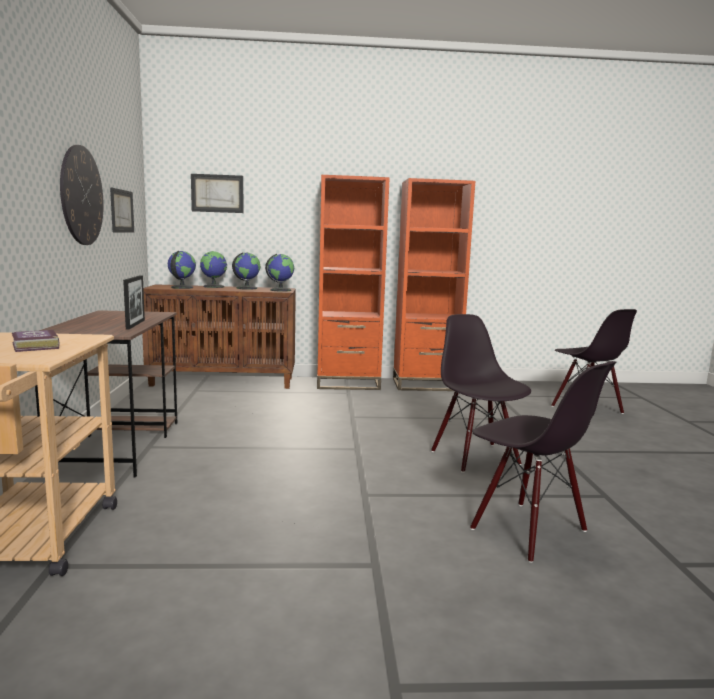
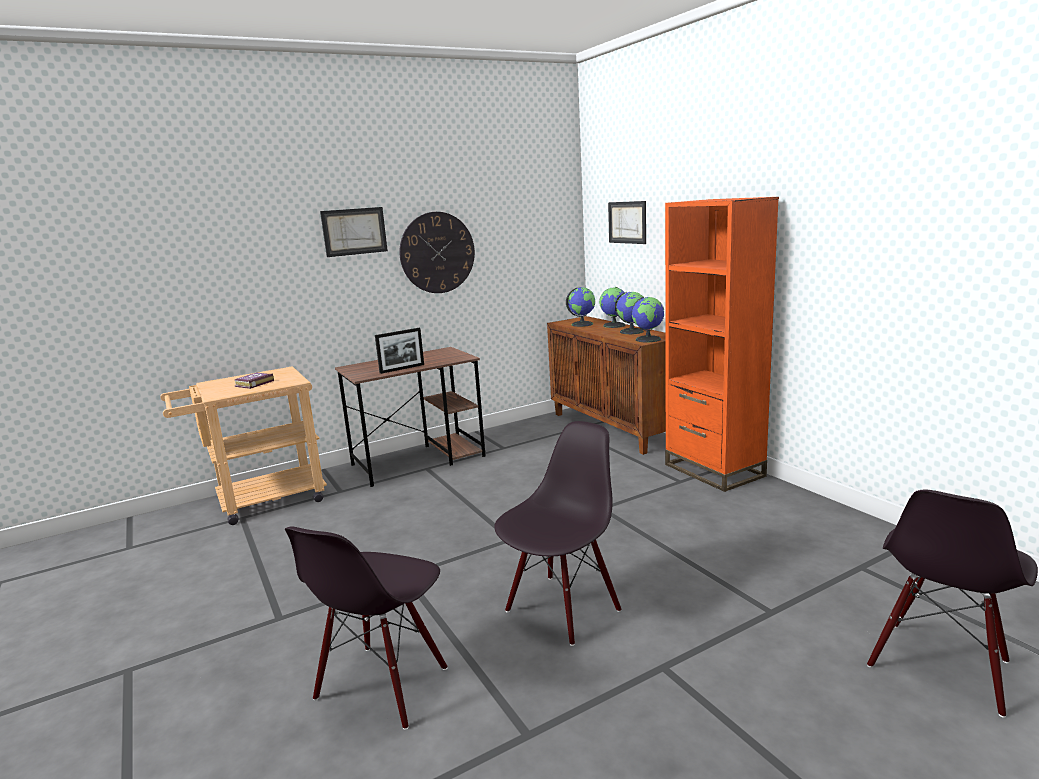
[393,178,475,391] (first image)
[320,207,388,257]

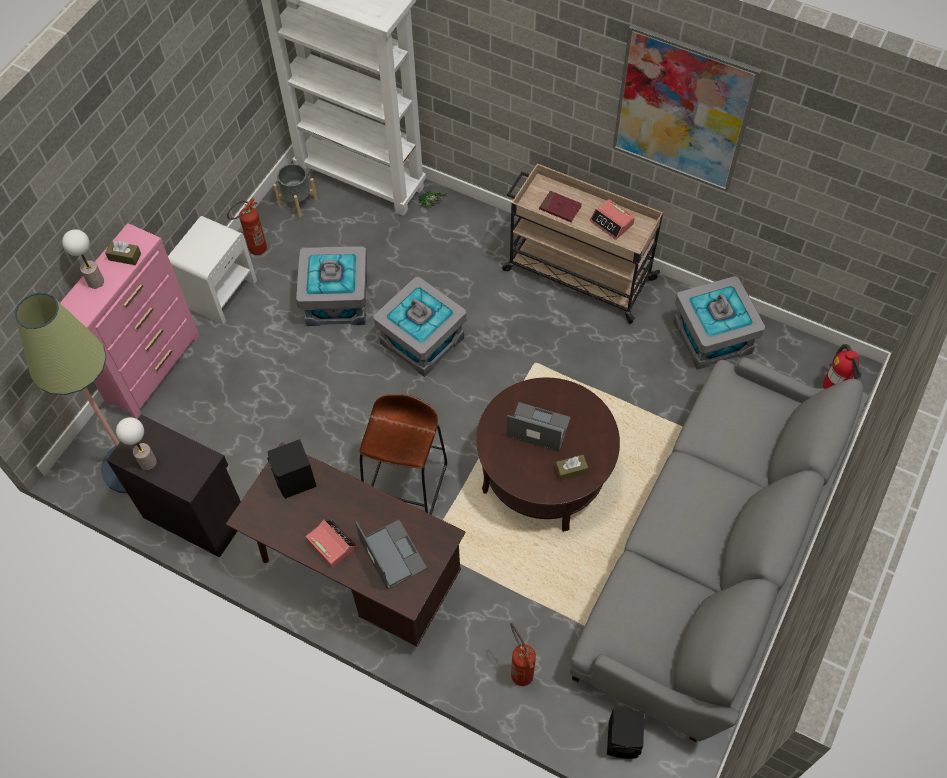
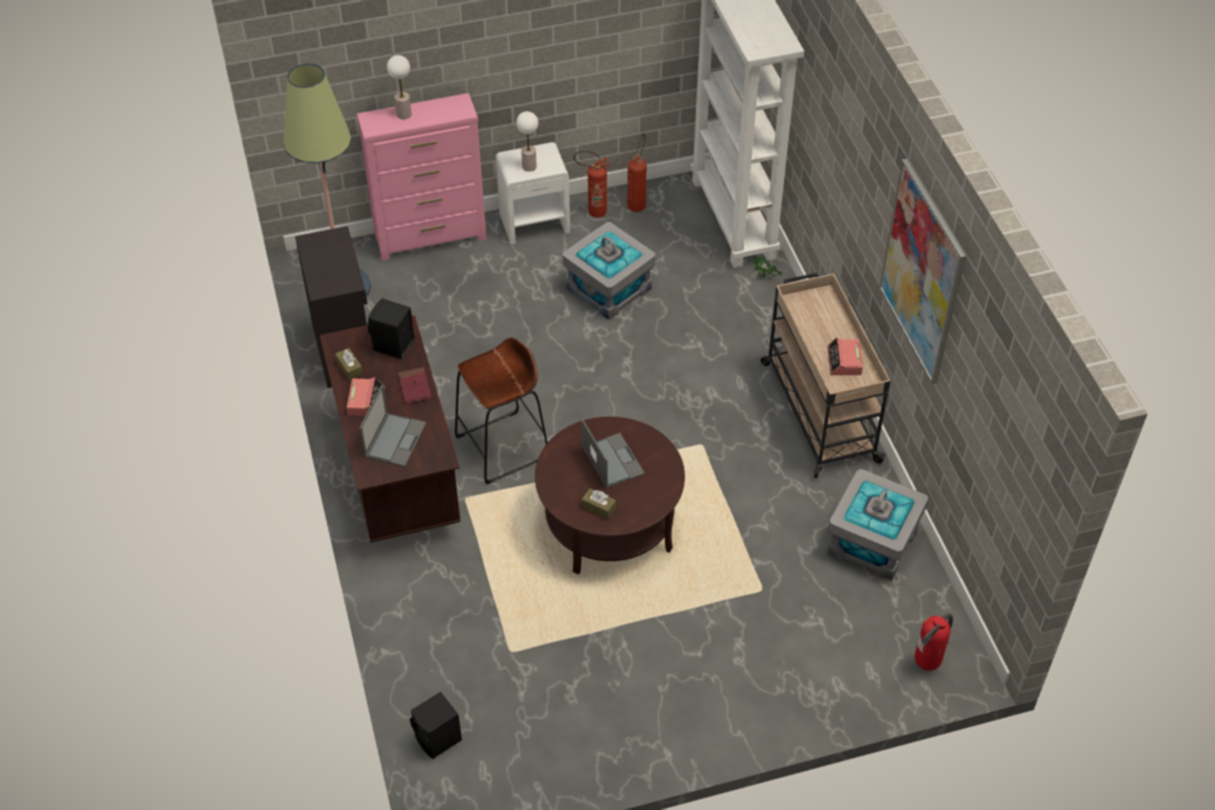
[273,164,317,217] (first image)
[398,367,431,404]
[335,348,363,381]
[374,277,466,377] (first image)
[570,357,869,742] (first image)
[516,111,538,172]
[627,133,647,212]

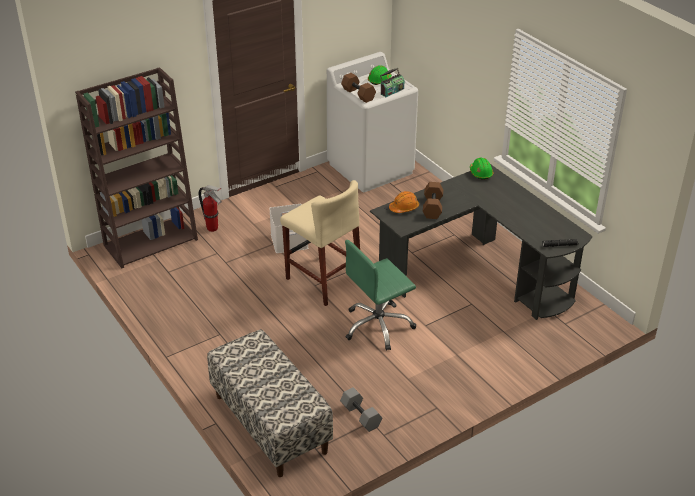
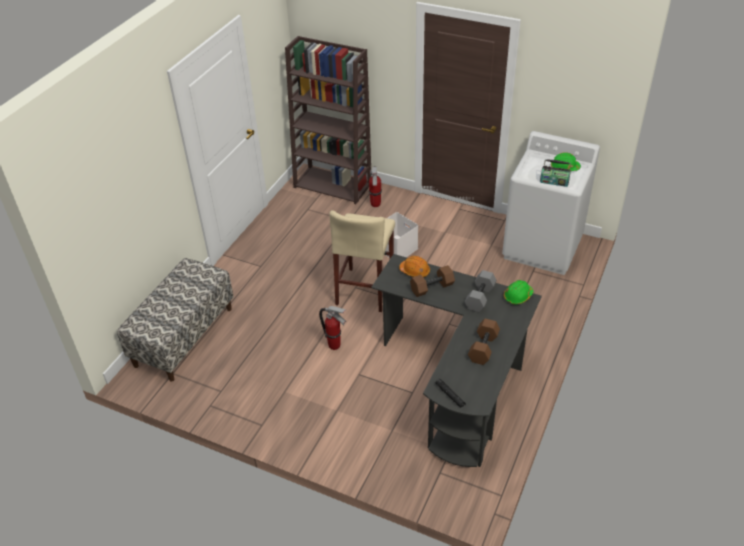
[468,319,500,365]
[319,306,346,350]
[465,270,497,312]

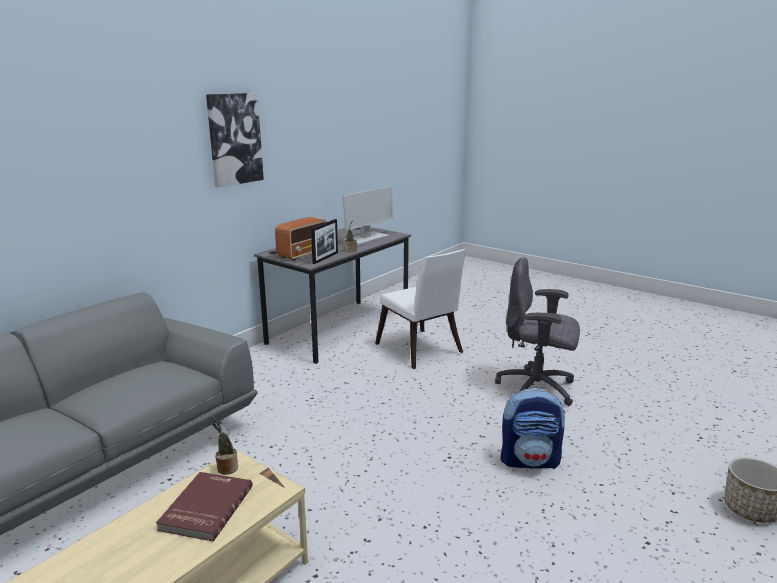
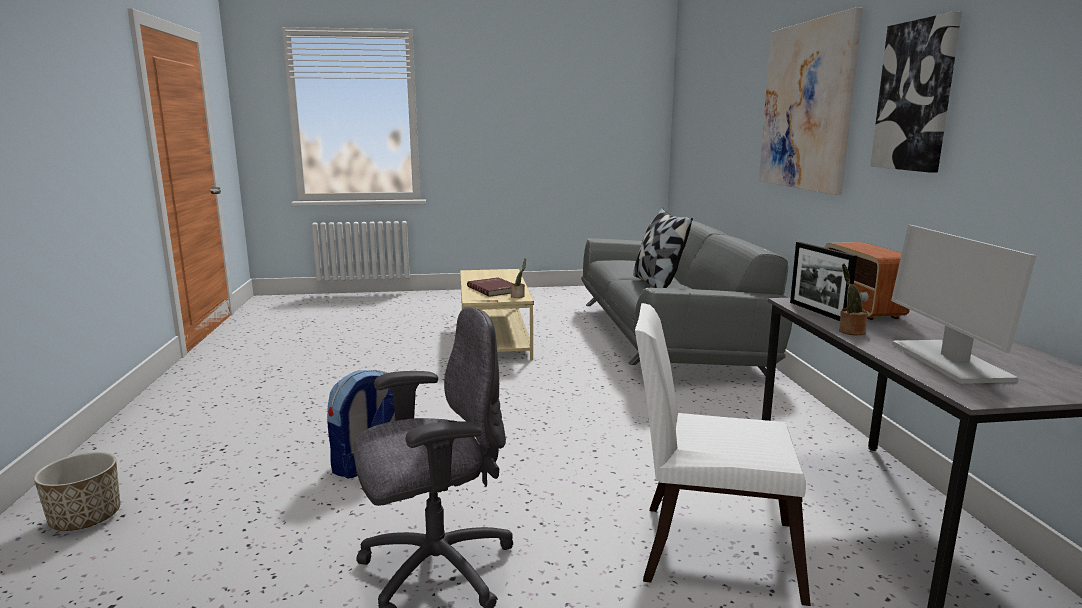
[759,7,863,195]
[633,207,693,288]

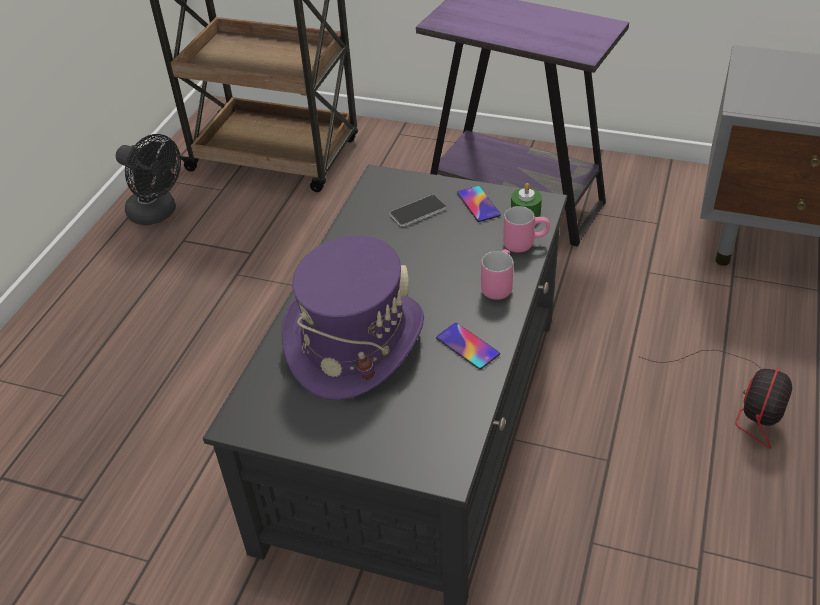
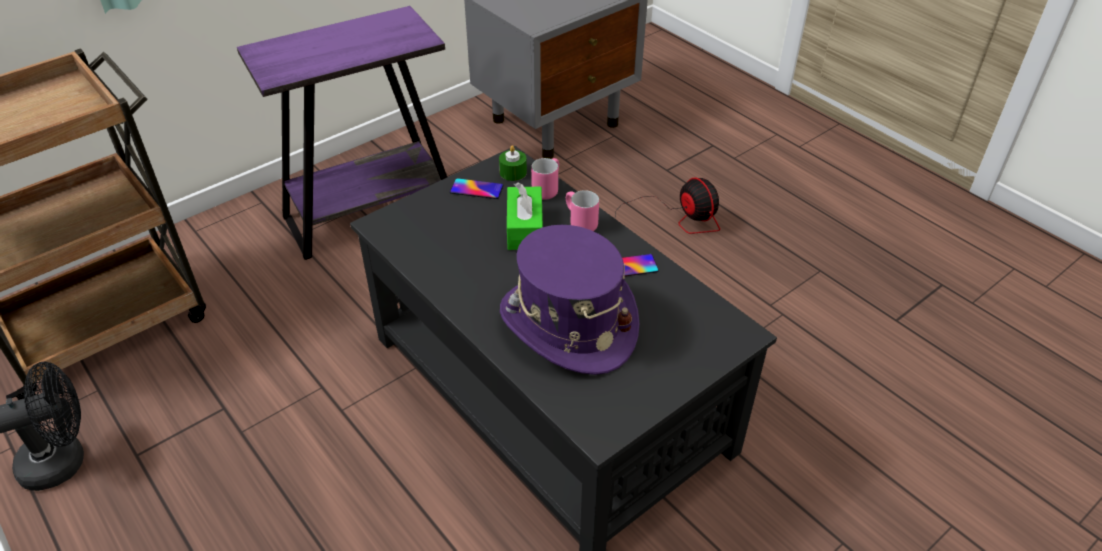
[390,195,447,227] (first image)
[507,182,543,250]

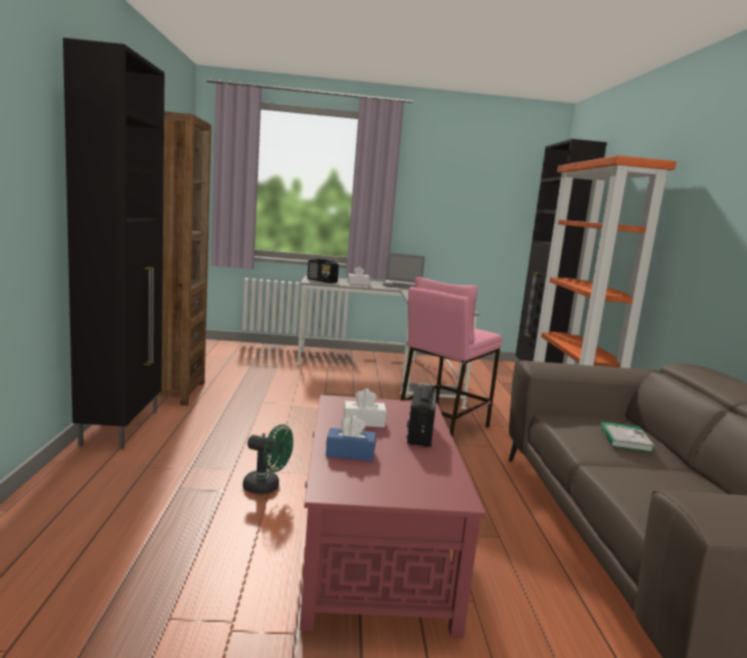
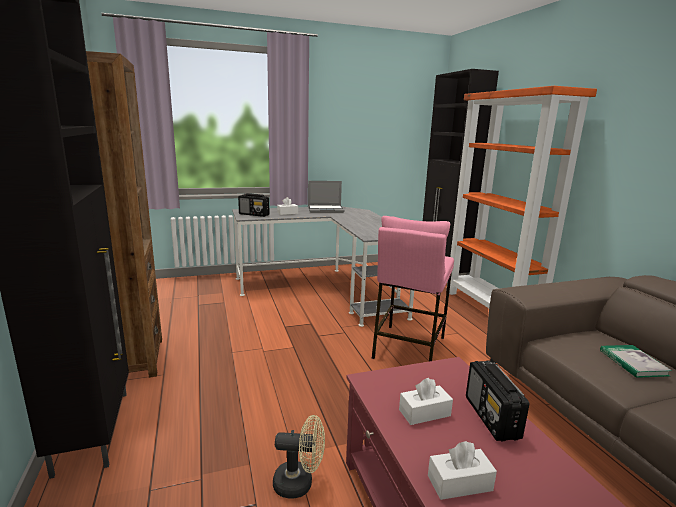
[428,441,497,500]
[273,415,325,499]

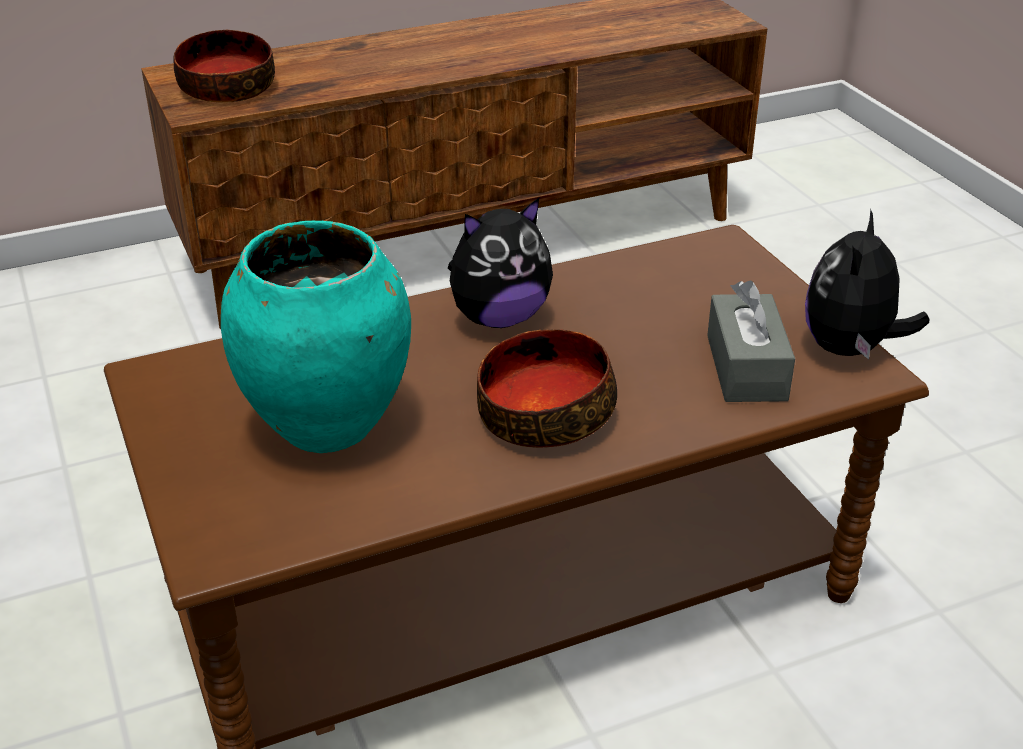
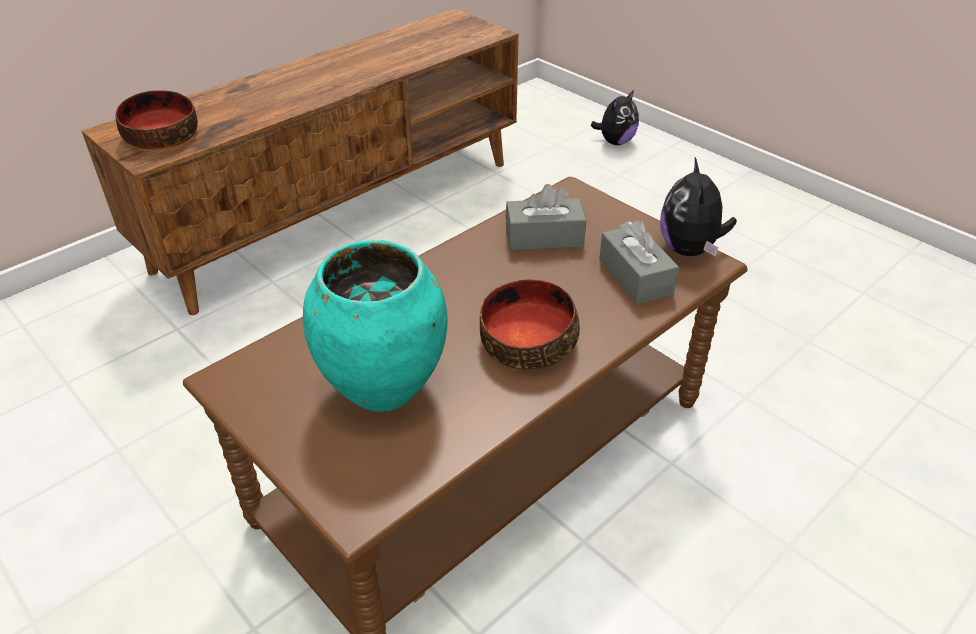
[591,90,639,145]
[505,184,586,250]

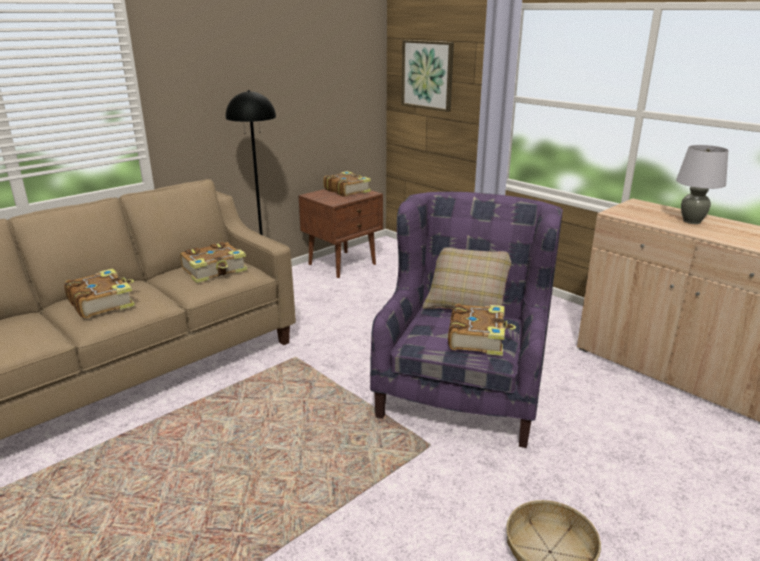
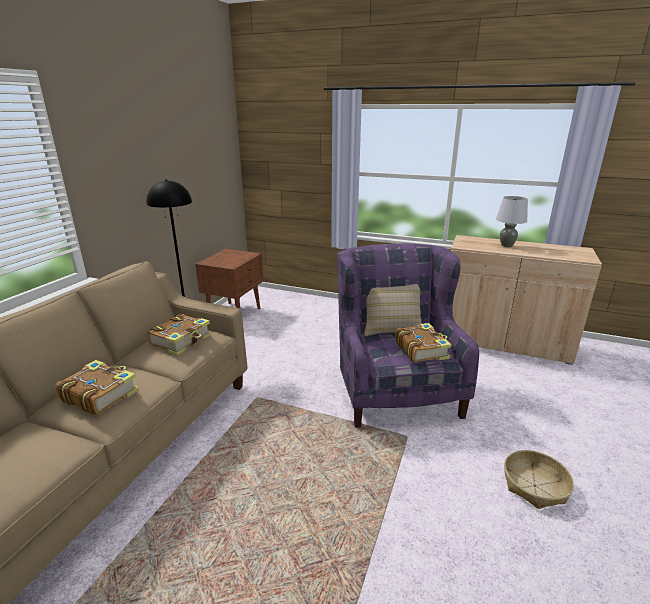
[402,40,454,112] (first image)
[323,171,371,197] (first image)

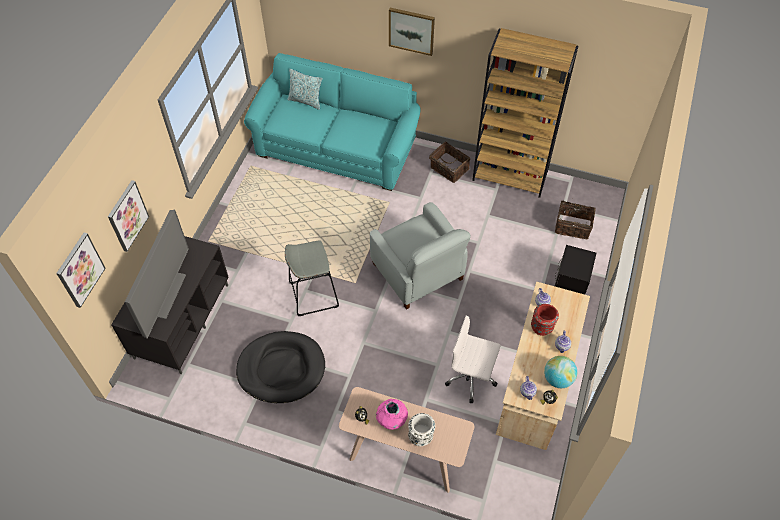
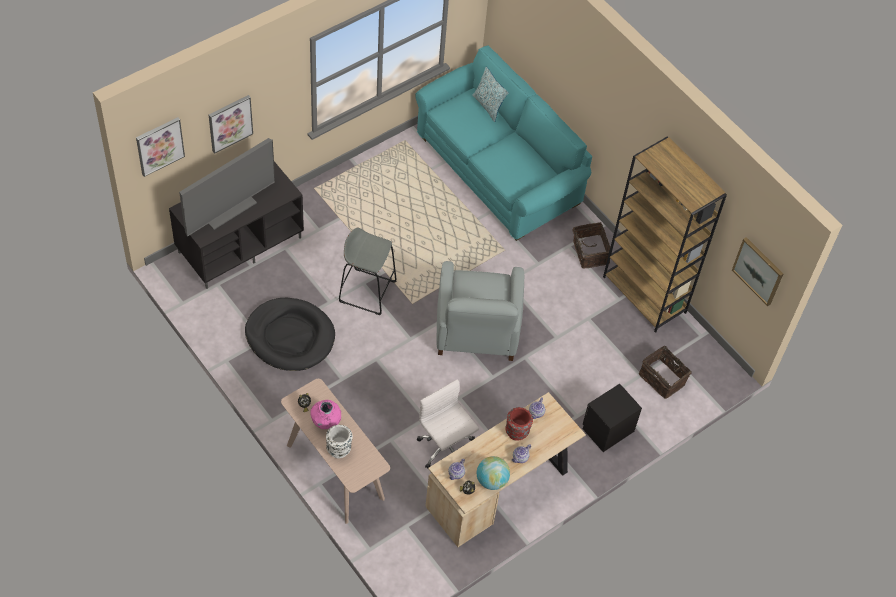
[732,237,783,306]

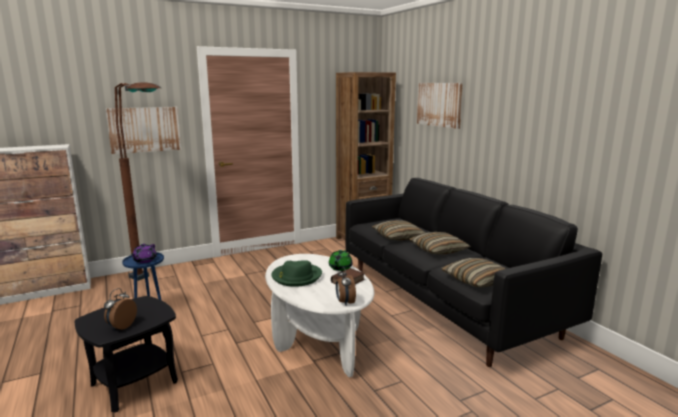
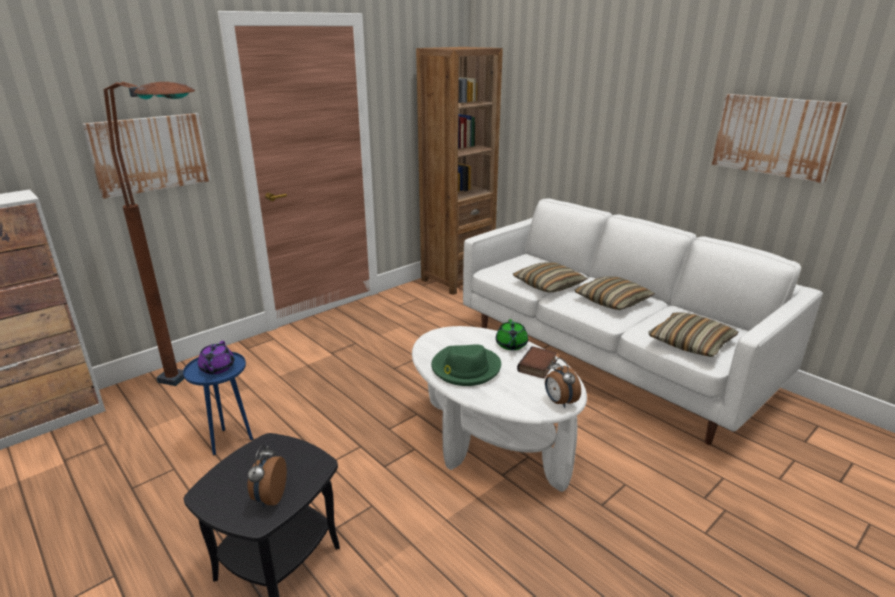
[712,94,848,183]
[463,198,823,445]

